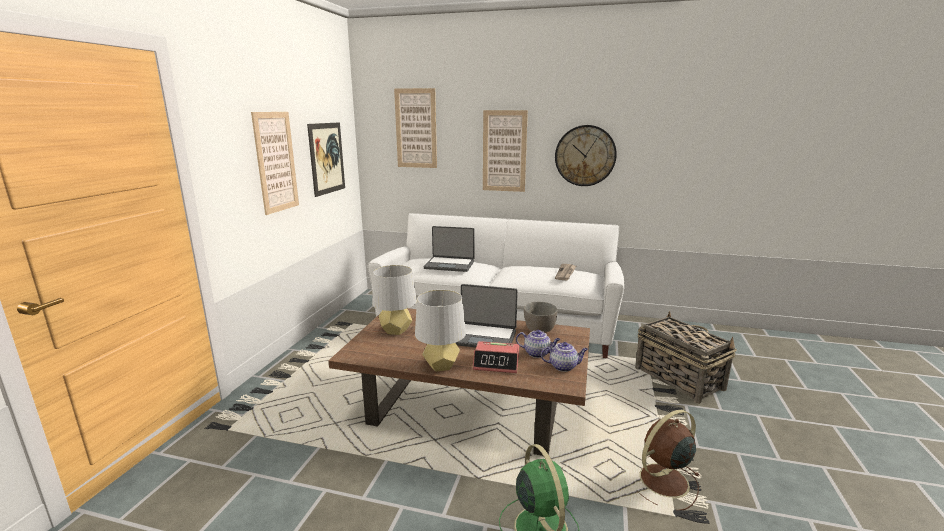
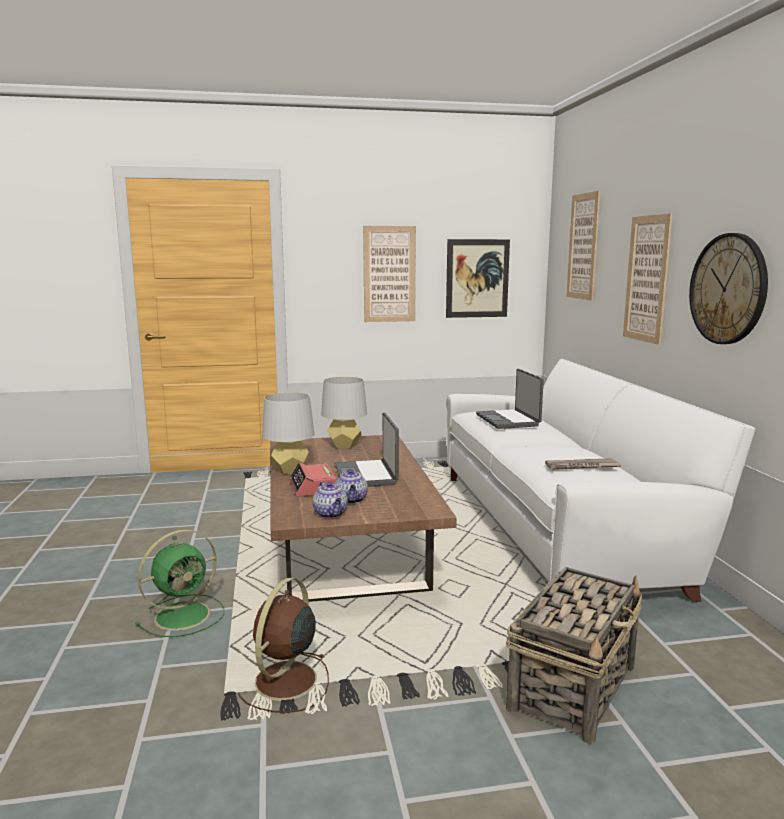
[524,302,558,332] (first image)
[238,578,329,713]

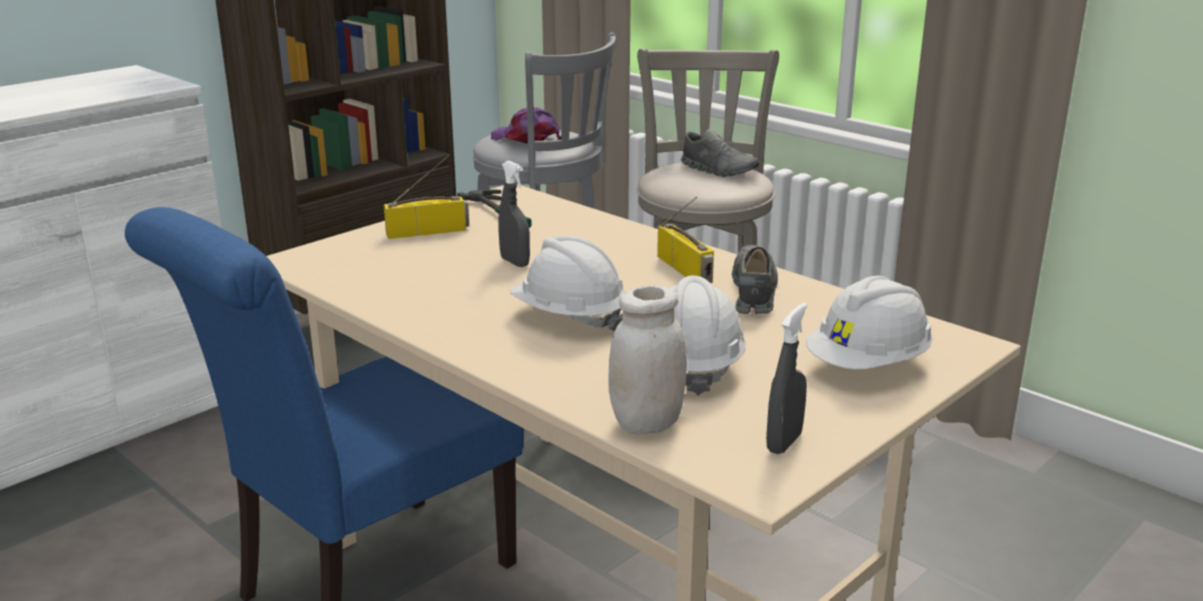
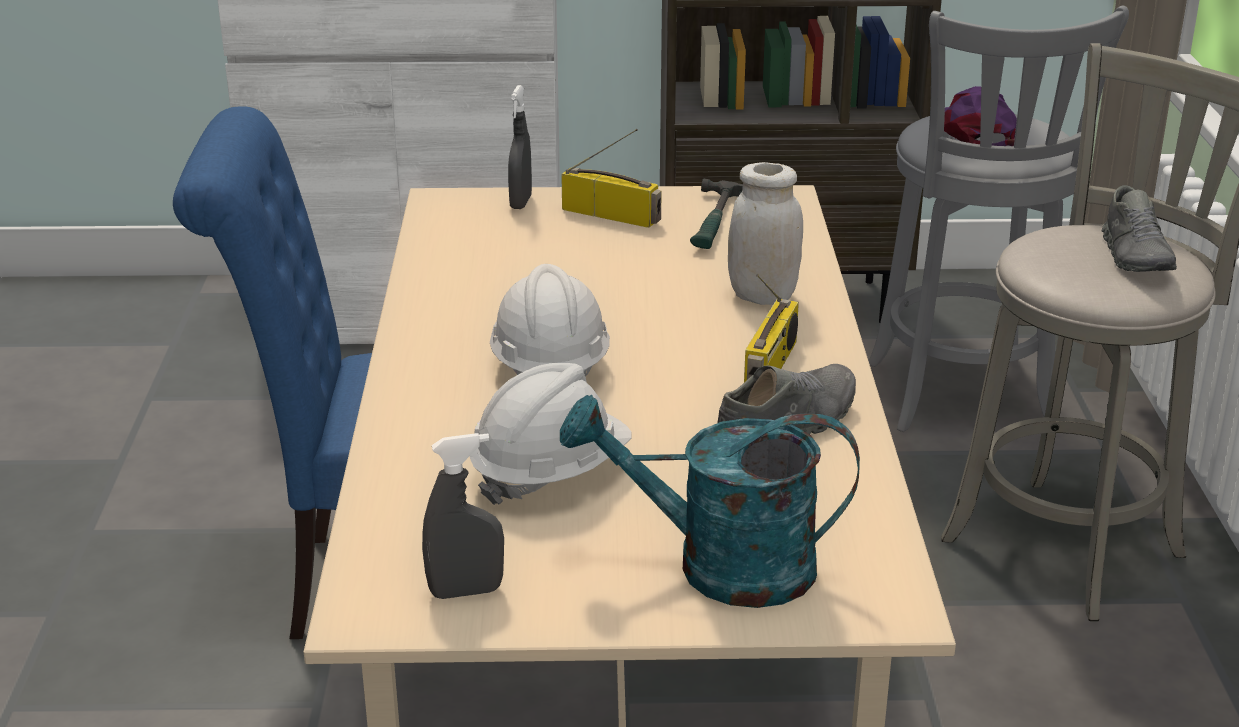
[508,85,532,209]
[560,394,860,608]
[728,162,803,305]

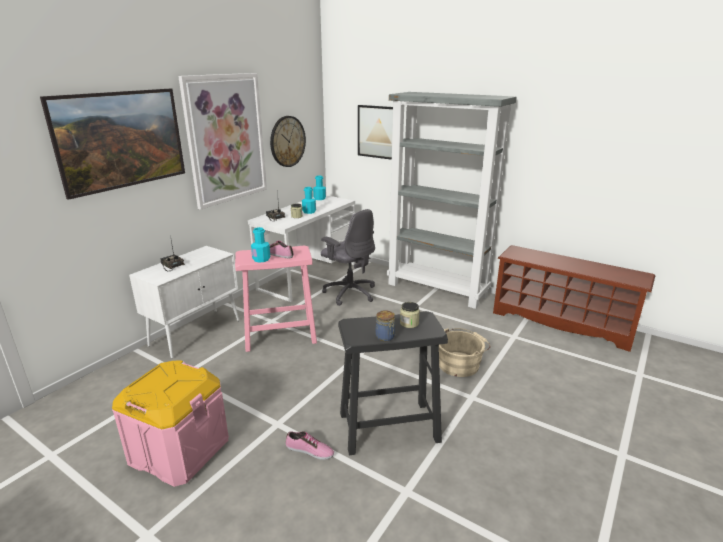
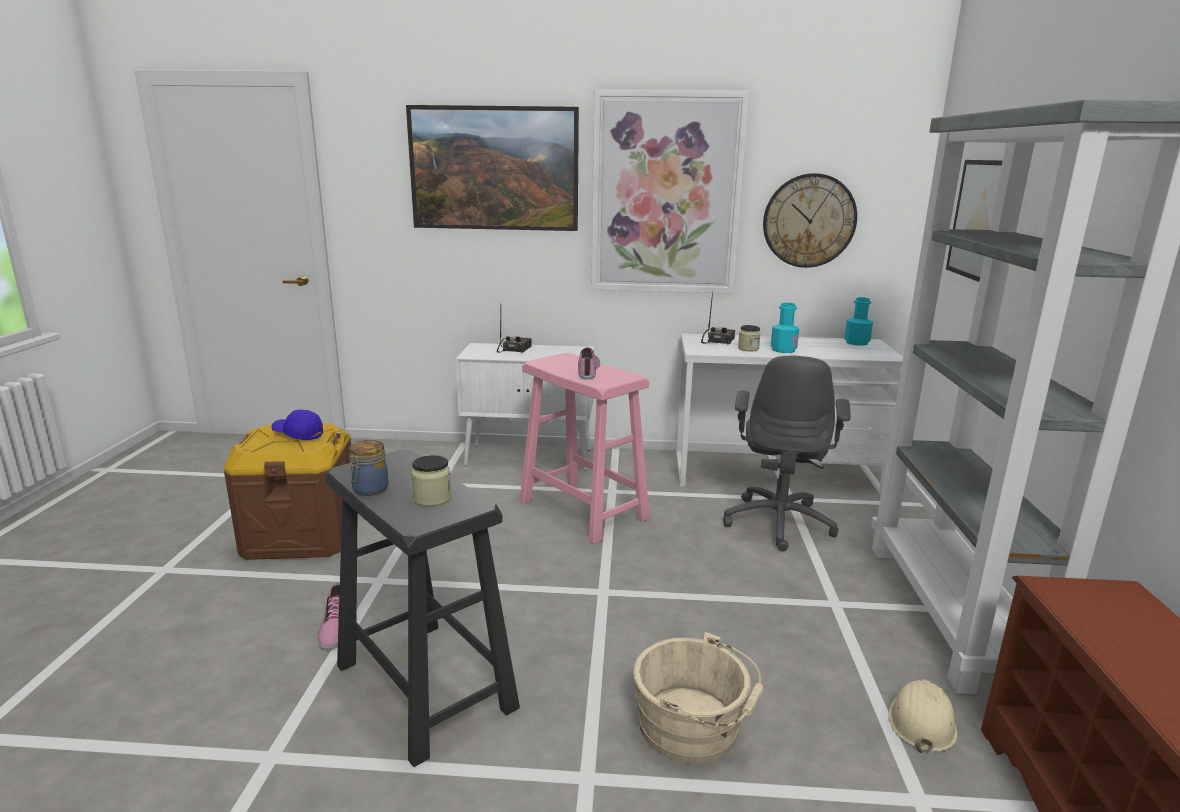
[251,227,270,262] (first image)
[224,423,358,560]
[271,410,323,440]
[889,679,957,753]

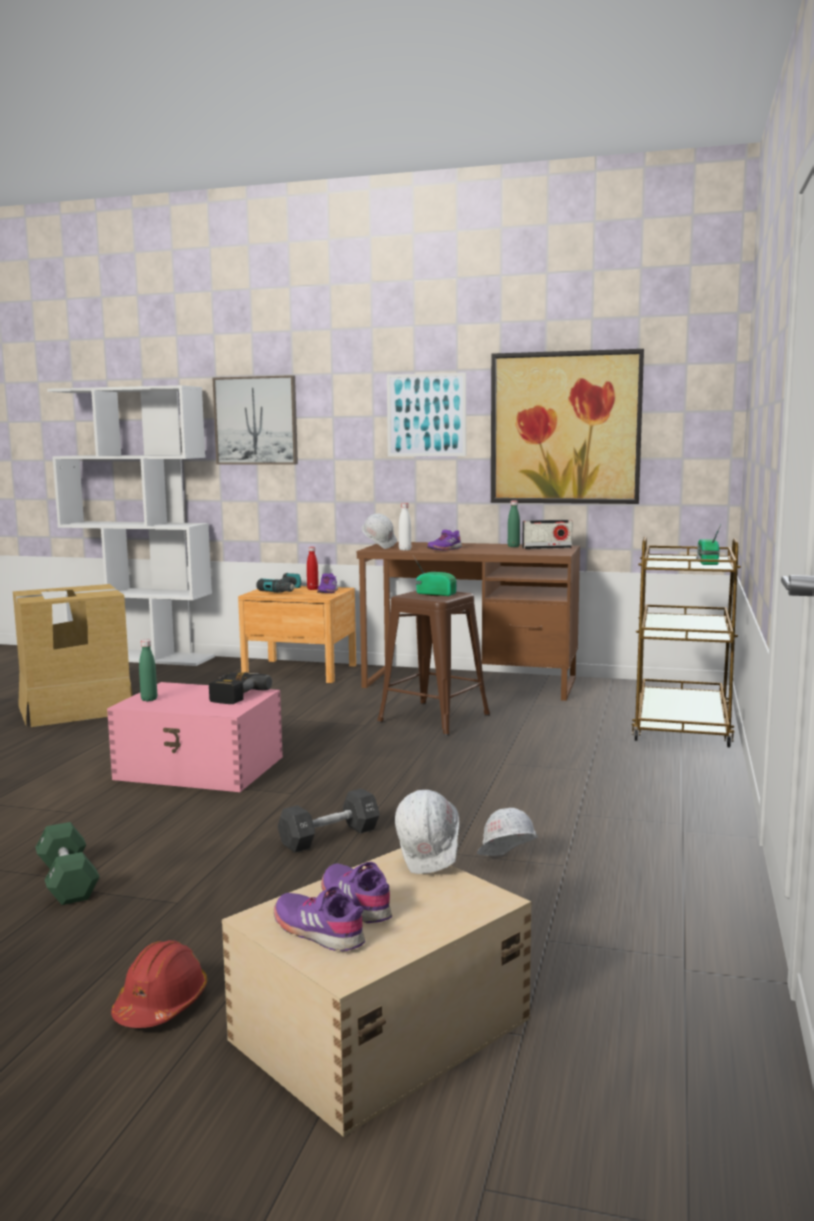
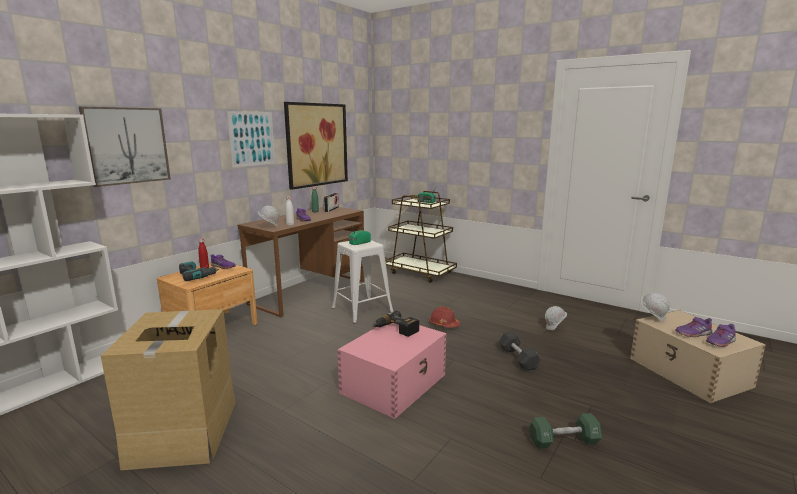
[332,240,393,324]
[139,640,157,701] (first image)
[429,307,460,328]

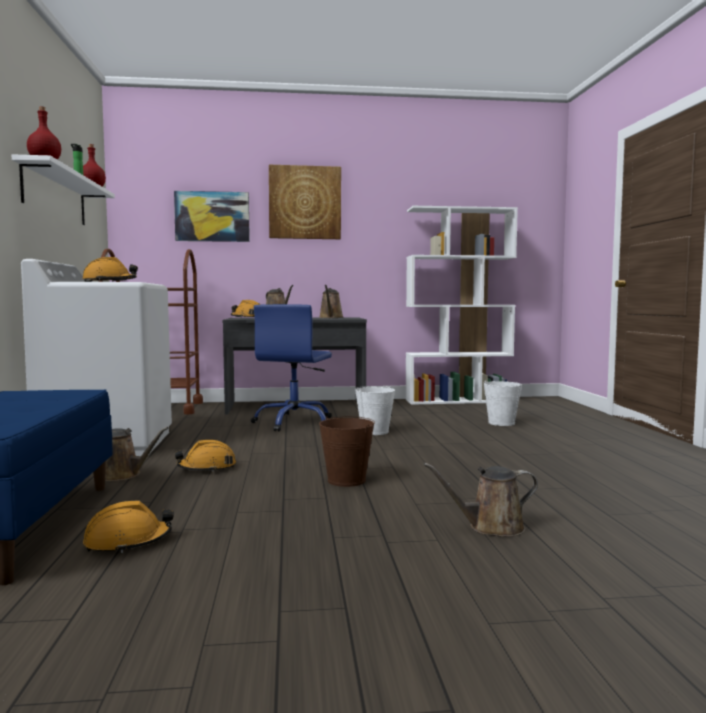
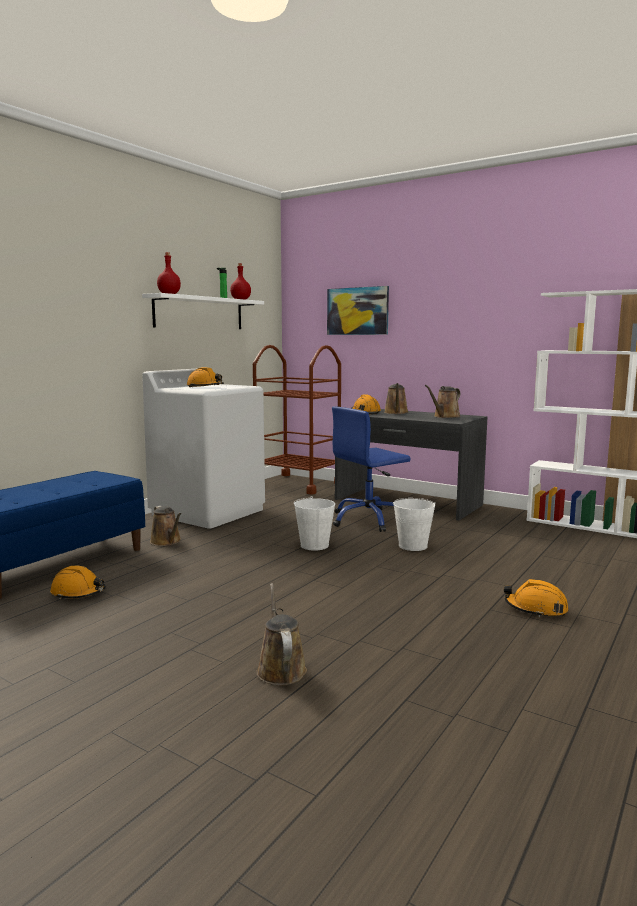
[269,165,341,239] (first image)
[294,496,335,550]
[319,416,375,487] (first image)
[504,579,568,617]
[256,583,307,685]

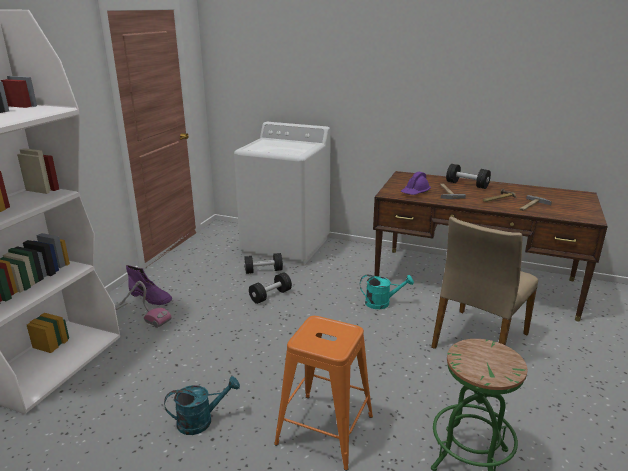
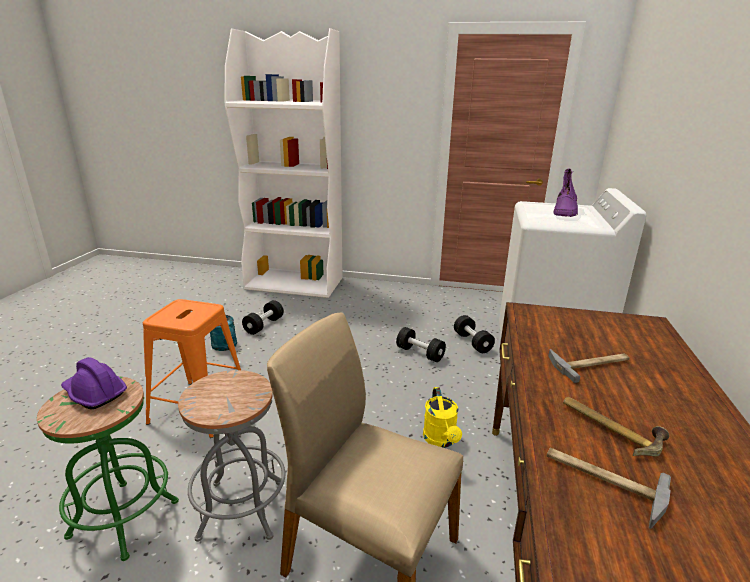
[242,300,284,335]
[61,357,127,410]
[554,168,578,217]
[423,387,462,448]
[115,281,171,328] (first image)
[178,370,285,542]

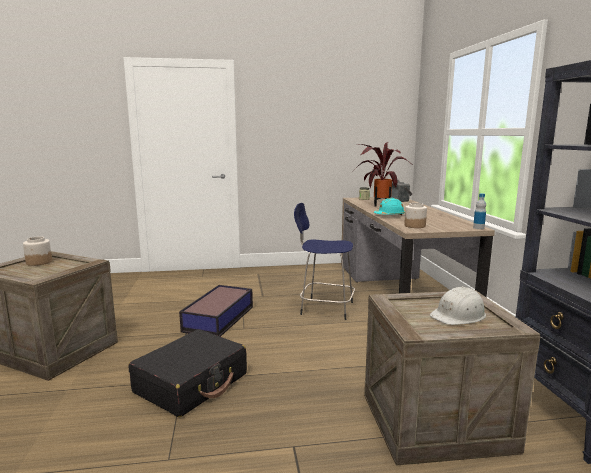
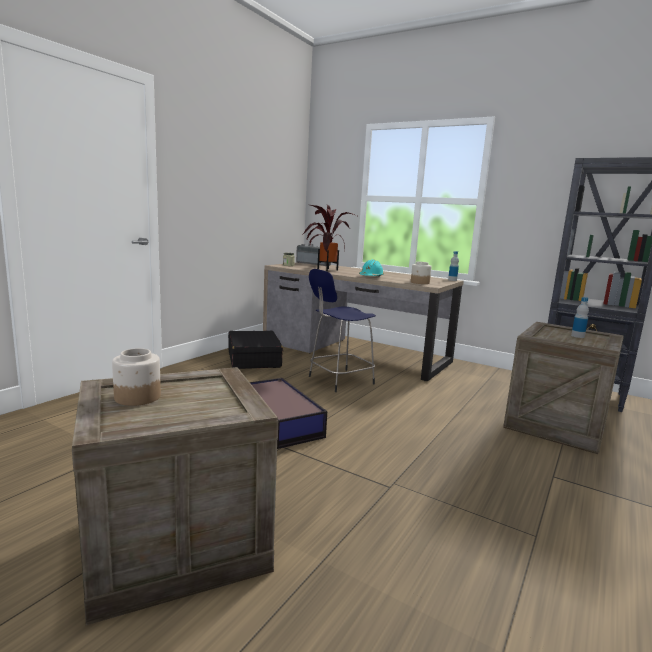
[571,297,589,338]
[228,331,283,369]

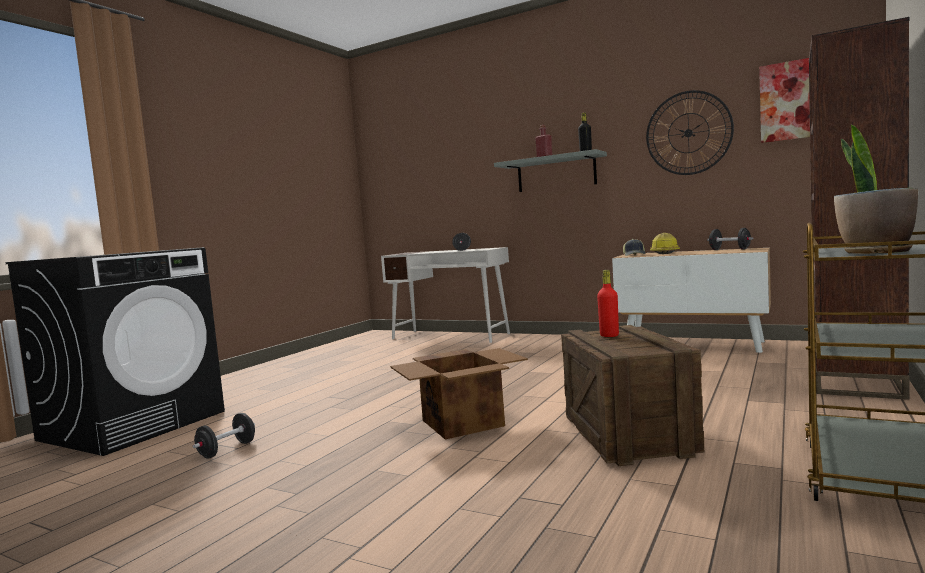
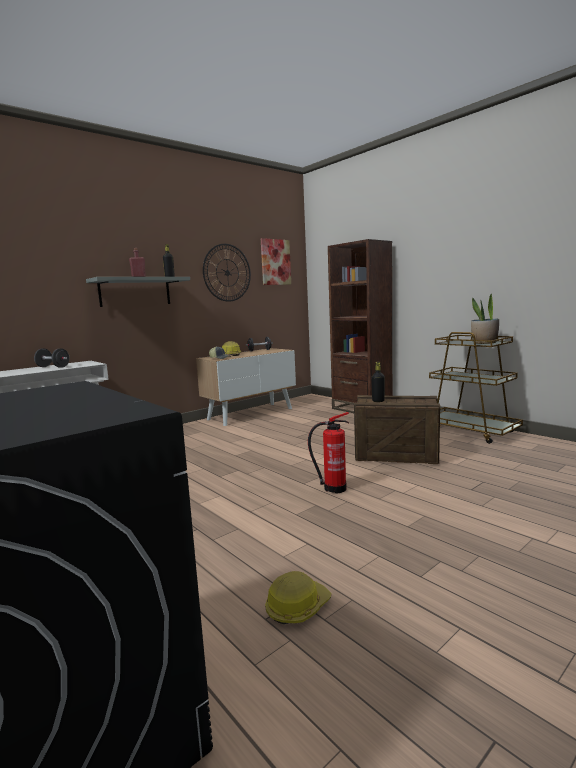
[372,362,385,402]
[308,412,349,493]
[265,571,331,624]

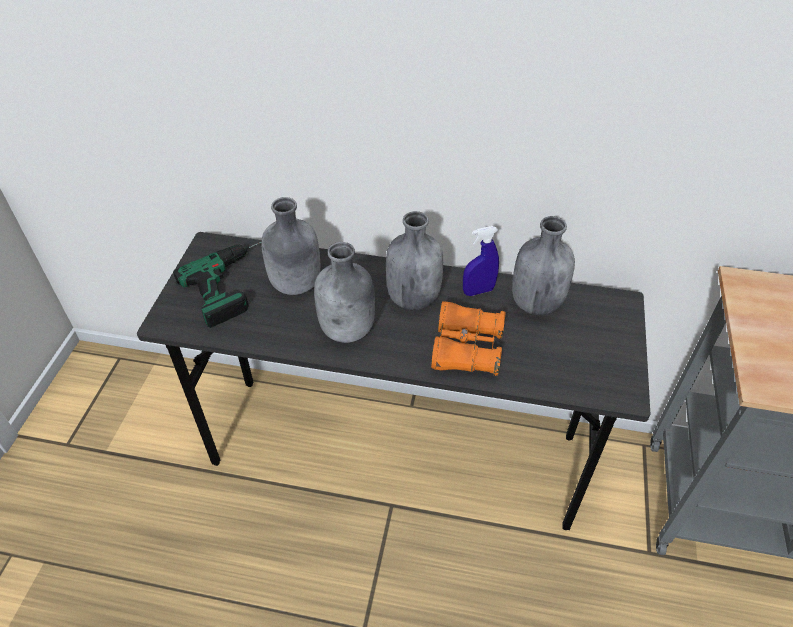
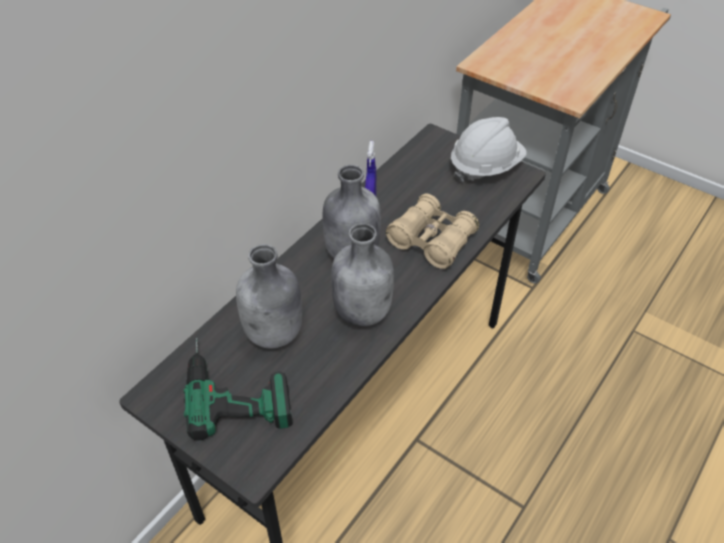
[512,216,575,315] (first image)
[386,194,479,269]
[451,117,527,182]

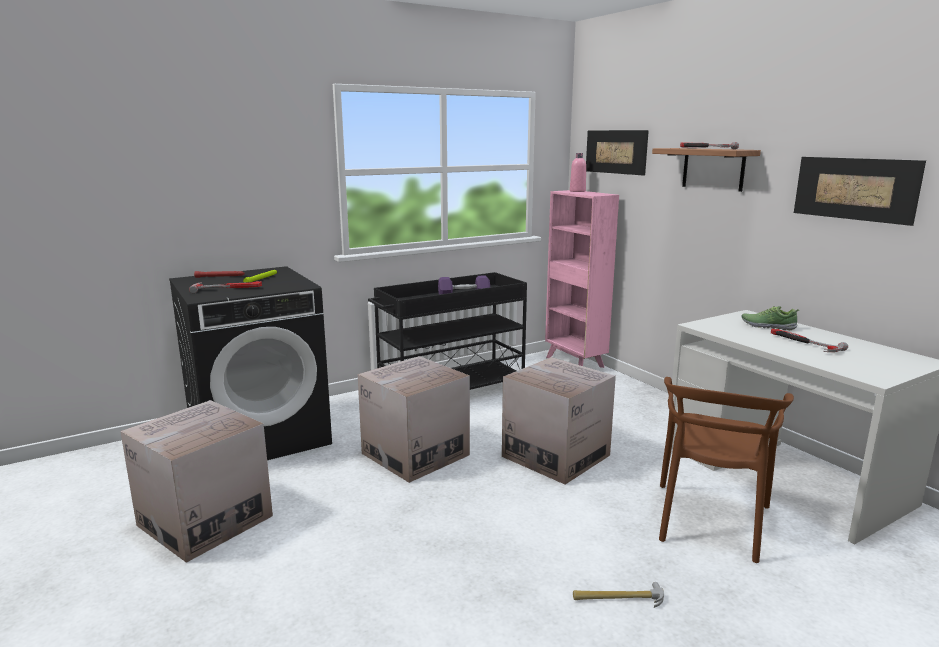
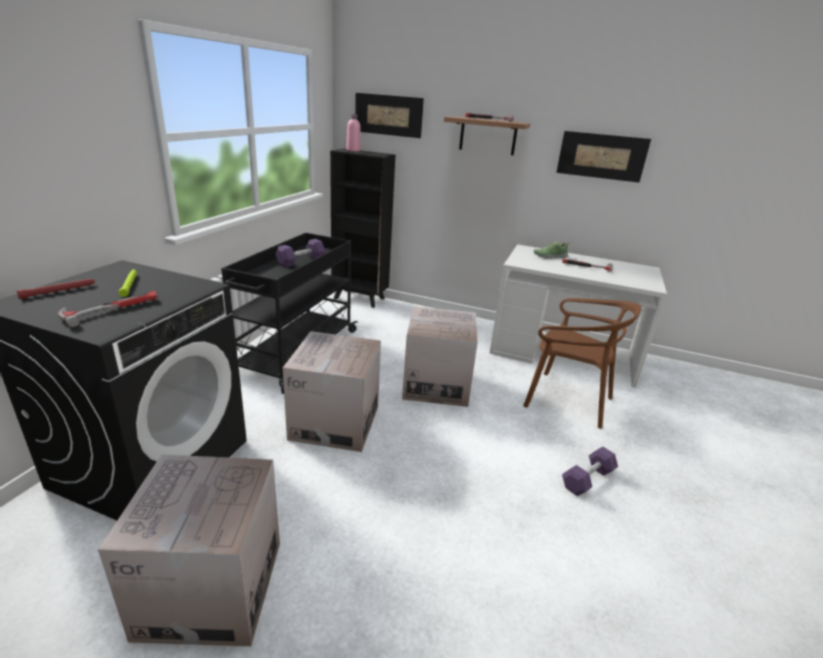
[330,148,395,308]
[523,298,641,429]
[562,446,618,496]

